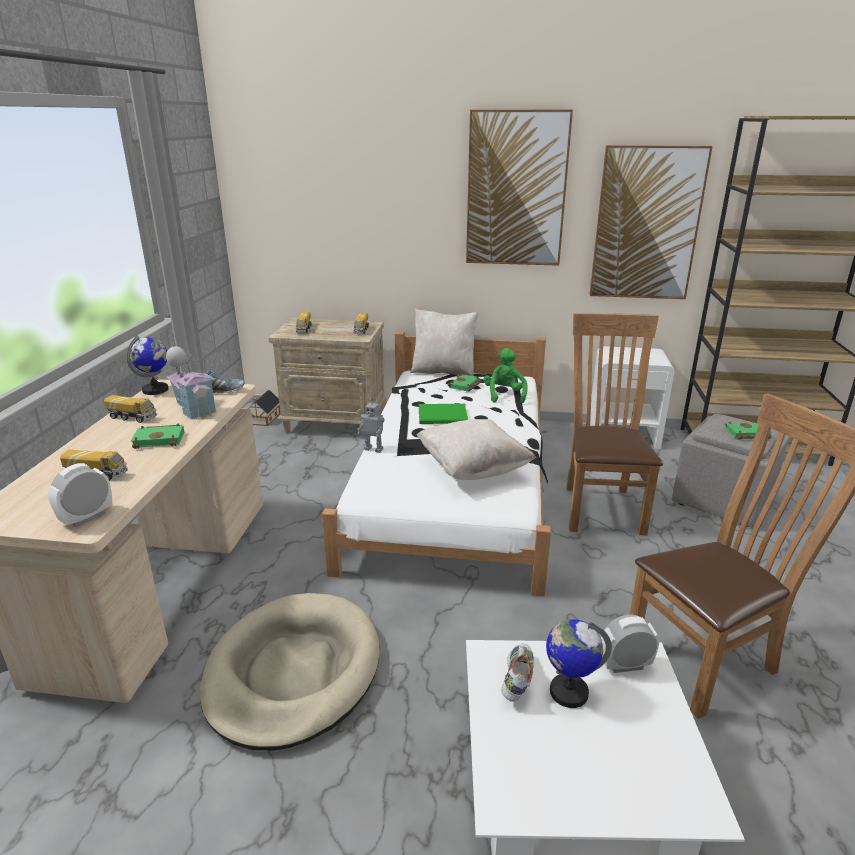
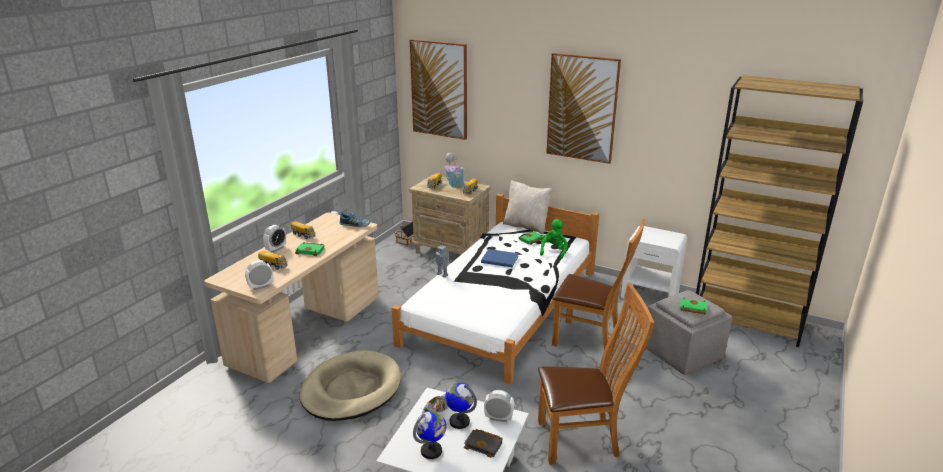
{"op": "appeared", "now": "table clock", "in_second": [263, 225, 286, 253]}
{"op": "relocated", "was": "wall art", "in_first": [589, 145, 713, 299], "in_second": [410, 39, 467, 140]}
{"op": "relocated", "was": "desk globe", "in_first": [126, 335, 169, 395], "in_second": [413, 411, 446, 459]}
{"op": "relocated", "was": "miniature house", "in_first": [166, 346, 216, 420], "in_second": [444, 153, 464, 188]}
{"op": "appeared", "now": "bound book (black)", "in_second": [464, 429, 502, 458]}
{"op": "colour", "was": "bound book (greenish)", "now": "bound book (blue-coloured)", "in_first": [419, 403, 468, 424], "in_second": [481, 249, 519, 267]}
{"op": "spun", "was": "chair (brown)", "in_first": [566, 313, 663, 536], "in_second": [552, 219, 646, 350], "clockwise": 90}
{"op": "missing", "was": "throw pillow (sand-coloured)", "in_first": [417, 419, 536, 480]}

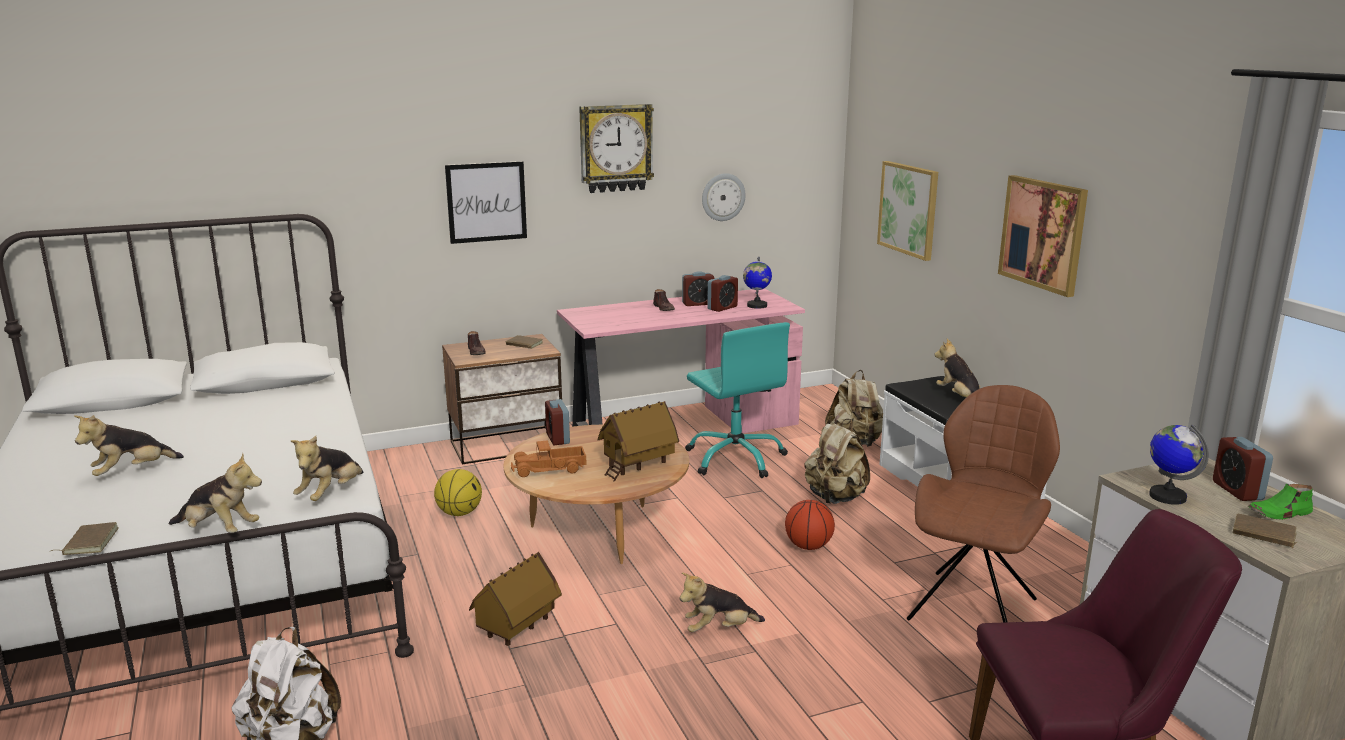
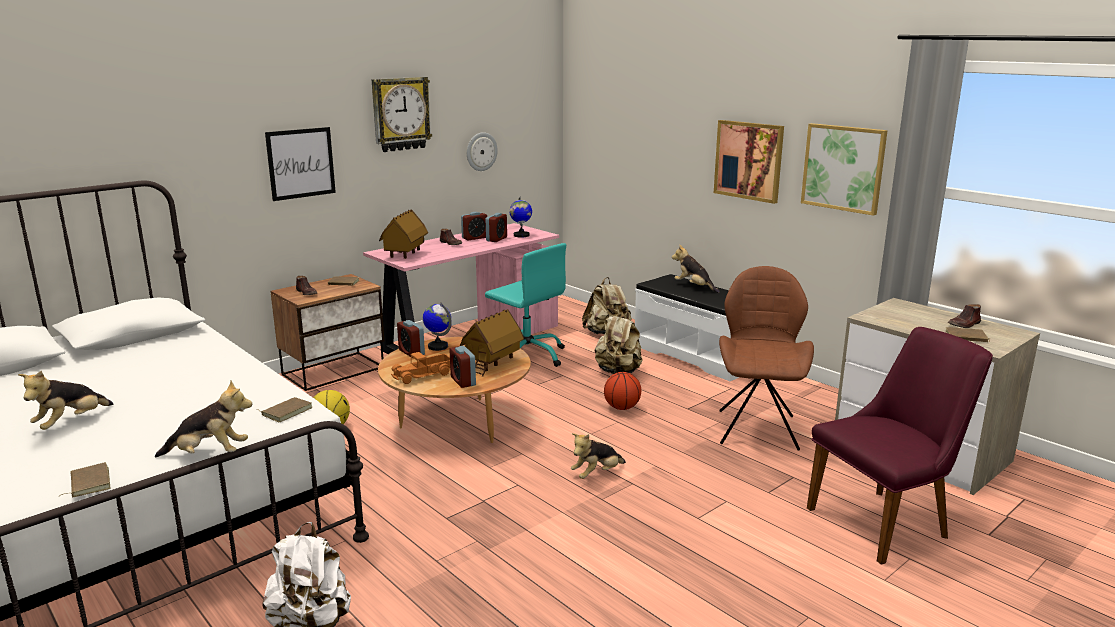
{"op": "exchanged", "was": "plush toy", "now": "bound book (brown)", "in_first": [291, 436, 363, 501], "in_second": [258, 397, 312, 422]}
{"op": "relocated", "was": "miniature house", "in_first": [469, 552, 562, 646], "in_second": [379, 209, 428, 259]}
{"op": "relocated", "was": "desk globe", "in_first": [1149, 425, 1209, 505], "in_second": [423, 303, 452, 351]}
{"op": "relocated", "was": "table clock", "in_first": [1213, 437, 1273, 501], "in_second": [449, 346, 476, 388]}
{"op": "relocated", "was": "wall art", "in_first": [877, 161, 938, 261], "in_second": [801, 123, 888, 216]}
{"op": "colour", "was": "item of footwear (greenish)", "now": "item of footwear (brown)", "in_first": [1248, 484, 1313, 520], "in_second": [948, 304, 981, 328]}

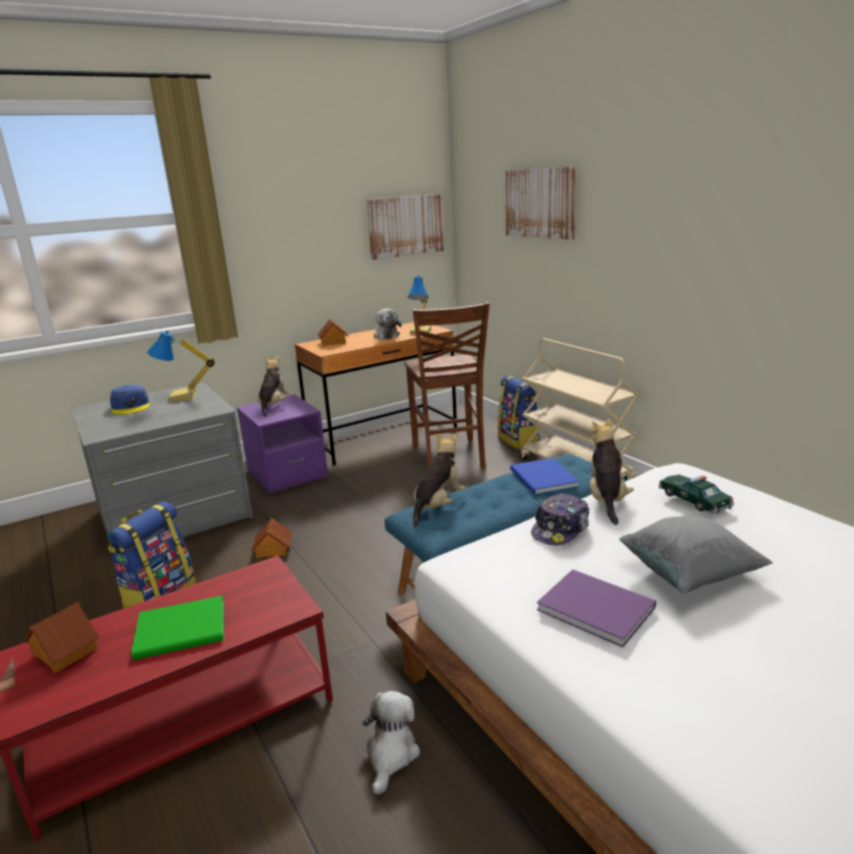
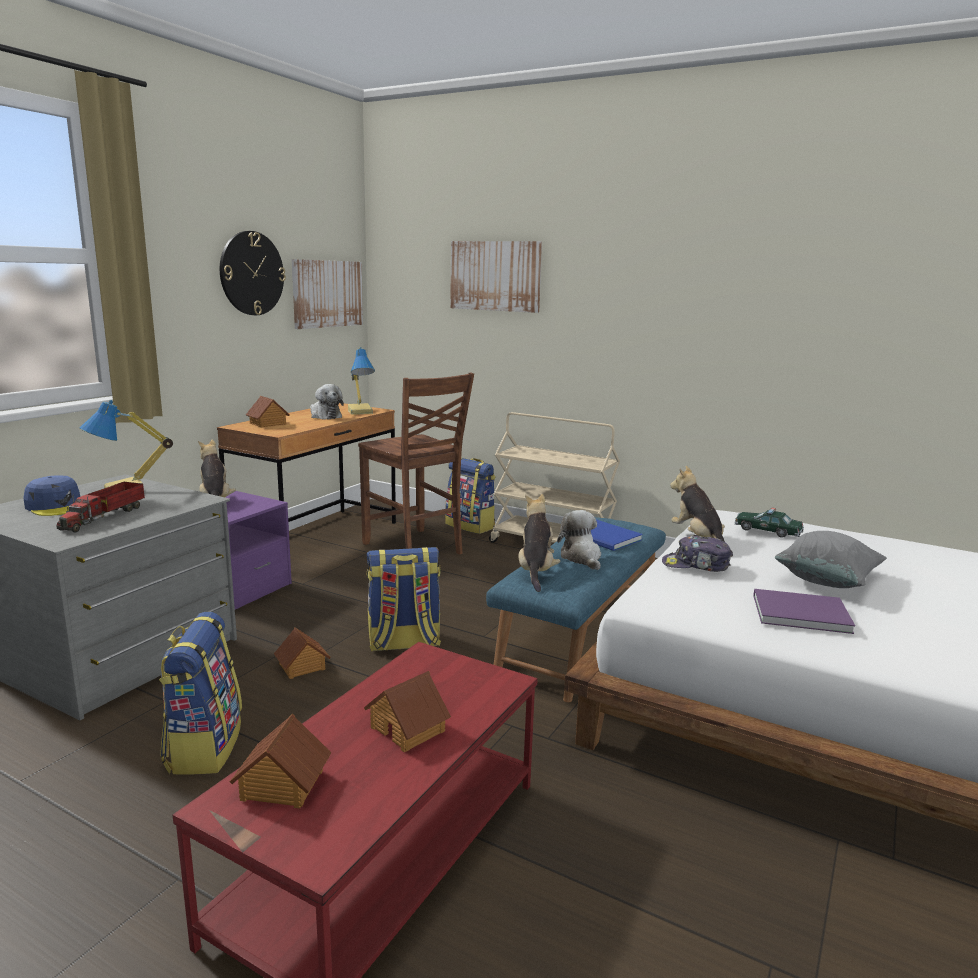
{"op": "appeared", "now": "toy lorry", "in_second": [56, 482, 145, 532]}
{"op": "appeared", "now": "wall clock", "in_second": [220, 231, 286, 315]}
{"op": "exchanged", "was": "bound book (greenish)", "now": "miniature house", "in_first": [131, 595, 224, 660], "in_second": [364, 671, 451, 752]}
{"op": "appeared", "now": "backpack", "in_second": [366, 547, 441, 652]}
{"op": "relocated", "was": "plush toy", "in_first": [362, 691, 420, 795], "in_second": [557, 510, 601, 570]}
{"op": "spun", "was": "cap", "in_first": [531, 493, 589, 546], "in_second": [662, 535, 731, 572], "clockwise": 90}

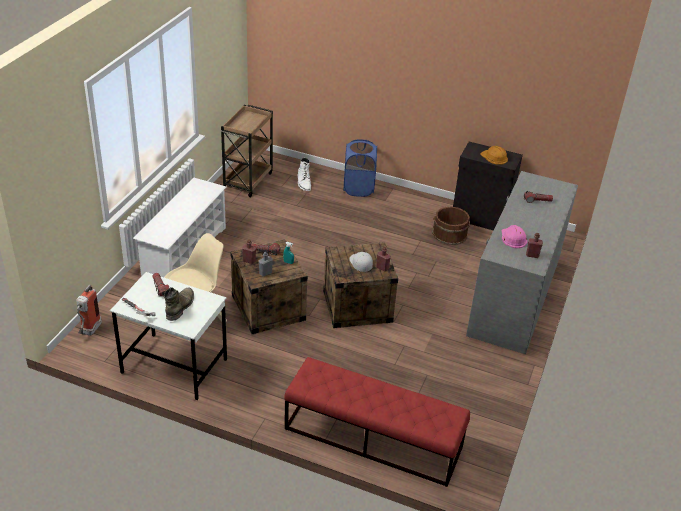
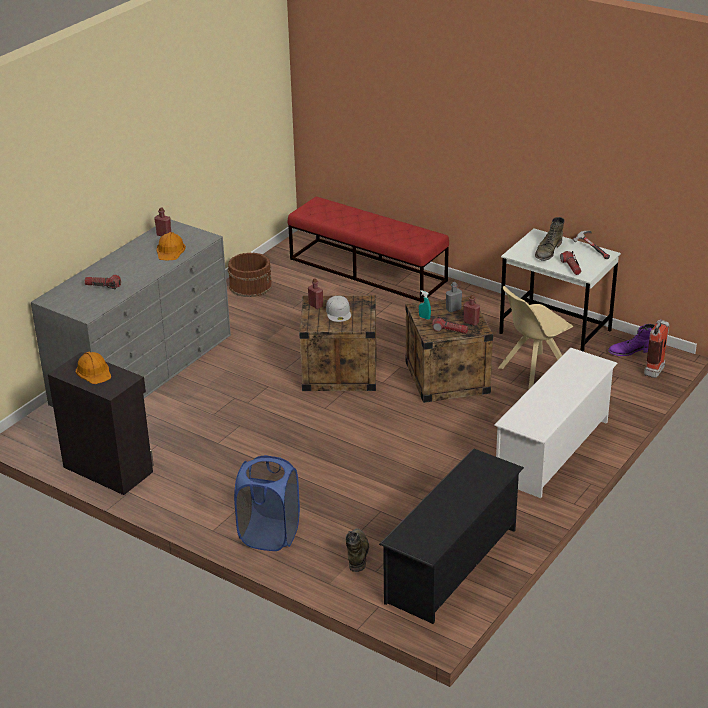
{"op": "colour", "was": "safety helmet (pink-coloured)", "now": "safety helmet (orange)", "in_first": [502, 225, 528, 248], "in_second": [157, 232, 186, 261]}
{"op": "relocated", "was": "water bucket (brown)", "in_first": [432, 207, 470, 245], "in_second": [228, 253, 272, 297]}
{"op": "colour", "was": "high-top boot (white-coloured)", "now": "high-top boot (greenish)", "in_first": [298, 158, 311, 191], "in_second": [346, 529, 369, 572]}
{"op": "exchanged", "was": "trolley (brown)", "now": "shoe rack (black)", "in_first": [221, 105, 273, 198], "in_second": [379, 448, 524, 624]}
{"op": "appeared", "now": "high-top boot (purple-coloured)", "in_second": [608, 324, 655, 356]}

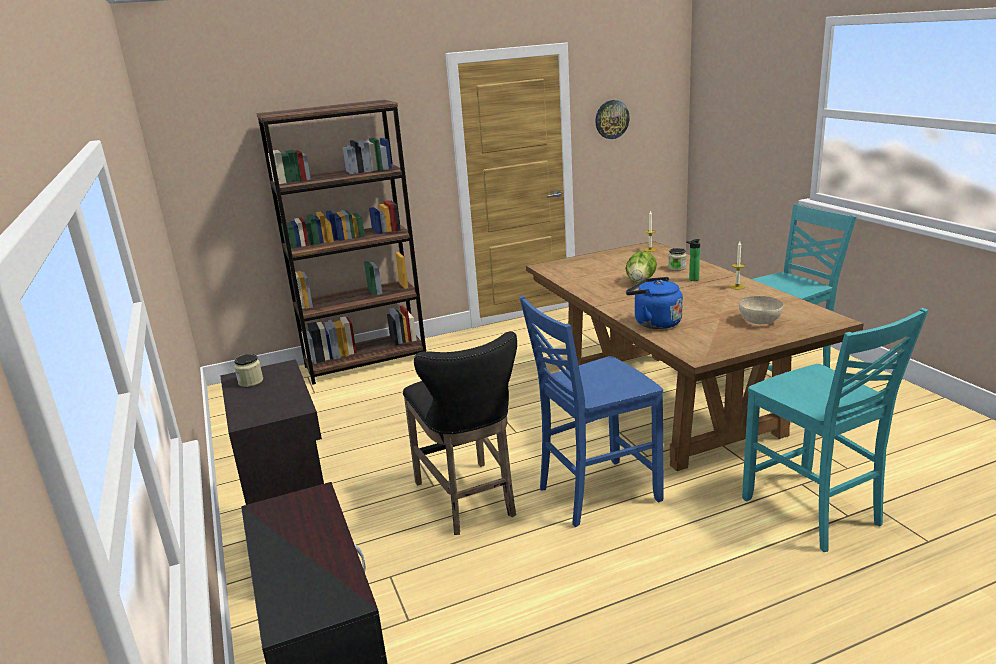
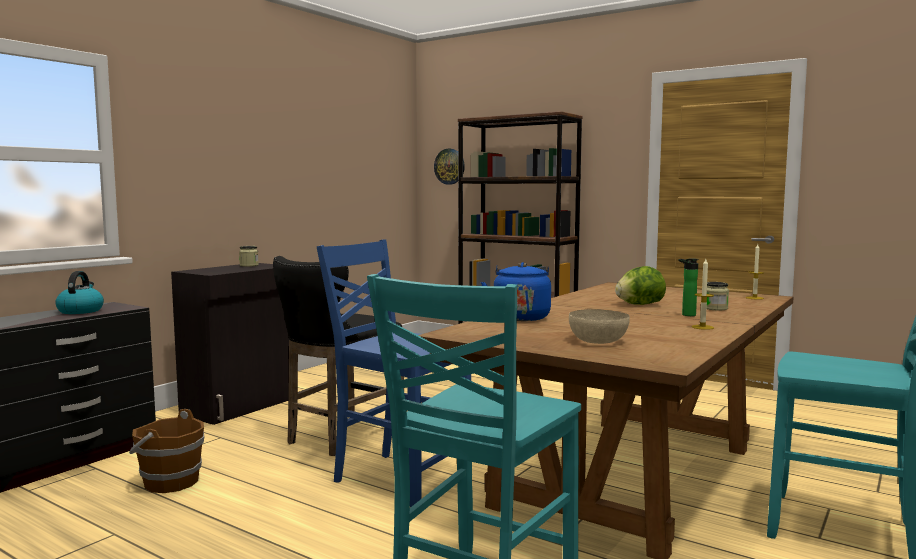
{"op": "appeared", "now": "kettle", "in_second": [55, 271, 104, 314]}
{"op": "appeared", "now": "water bucket (brown)", "in_second": [129, 409, 204, 493]}
{"op": "relocated", "was": "wall clock", "in_first": [595, 100, 630, 139], "in_second": [434, 149, 465, 185]}

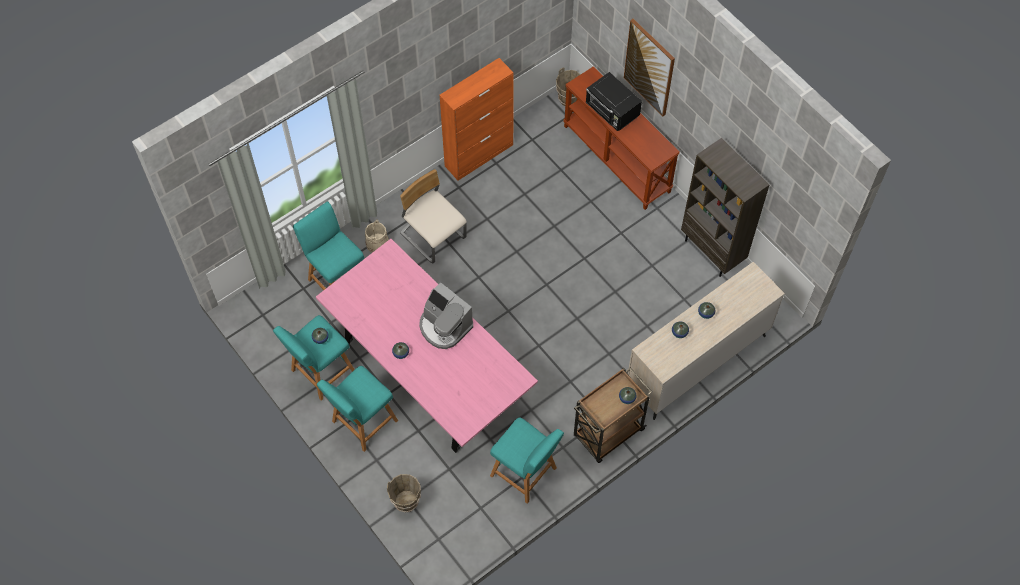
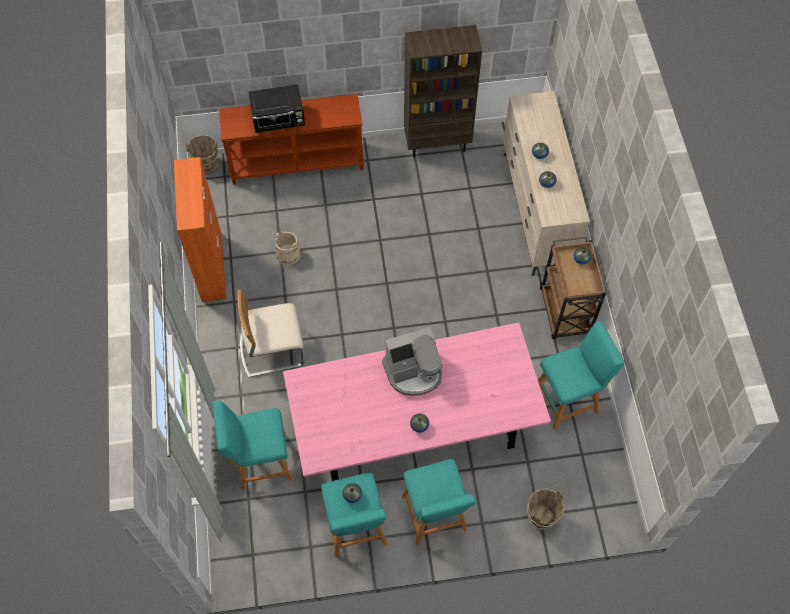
{"op": "relocated", "was": "water bucket (sand-coloured)", "in_first": [365, 219, 389, 253], "in_second": [275, 232, 301, 265]}
{"op": "missing", "was": "wall art", "in_first": [624, 19, 675, 116]}

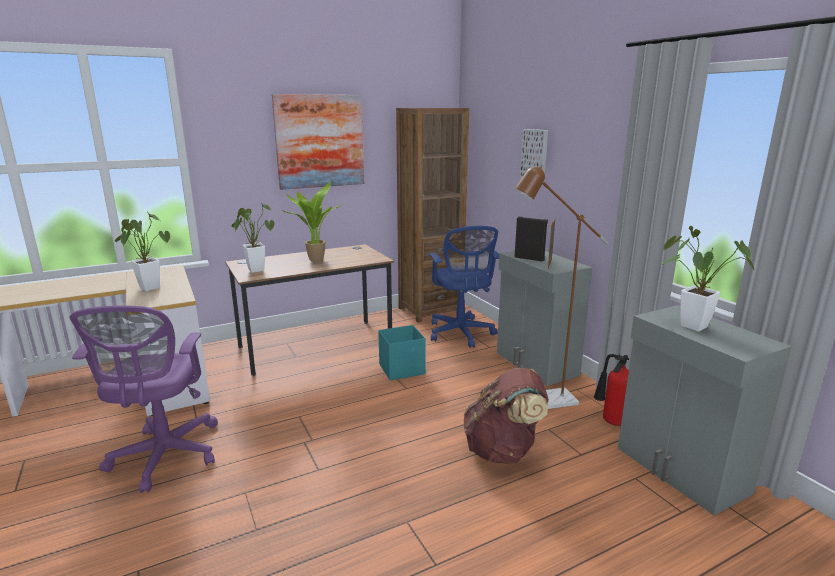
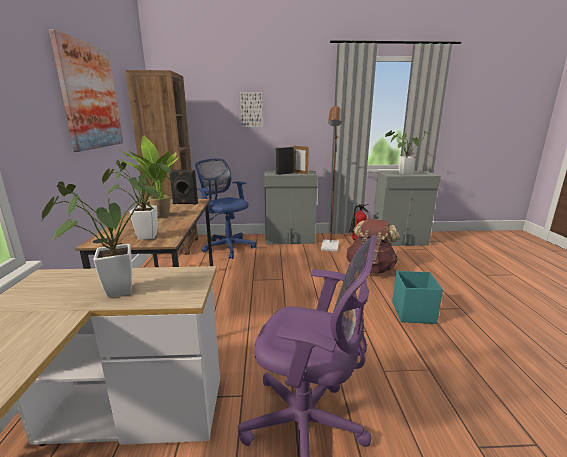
{"op": "appeared", "now": "loudspeaker (black)", "in_second": [169, 170, 198, 204]}
{"op": "spun", "was": "desk chair (blue-coloured)", "in_first": [429, 226, 500, 348], "in_second": [195, 158, 256, 259], "clockwise": -150}
{"op": "relocated", "was": "storage container (turquoise-coloured)", "in_first": [378, 325, 426, 381], "in_second": [392, 271, 443, 324]}

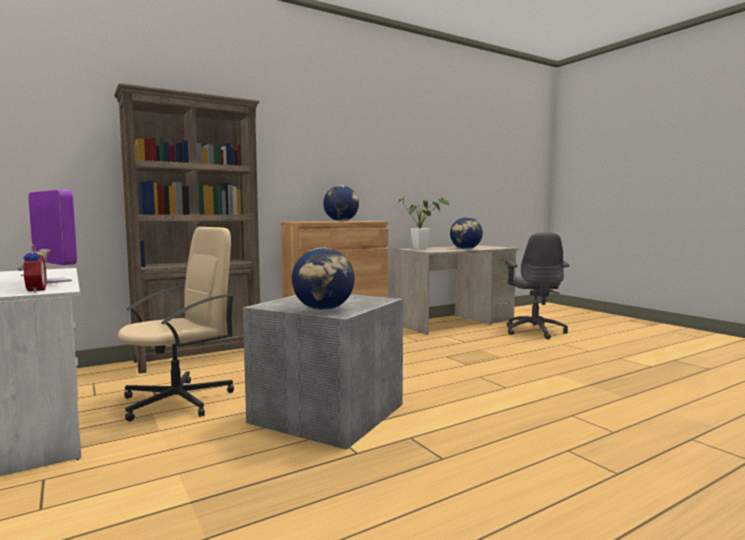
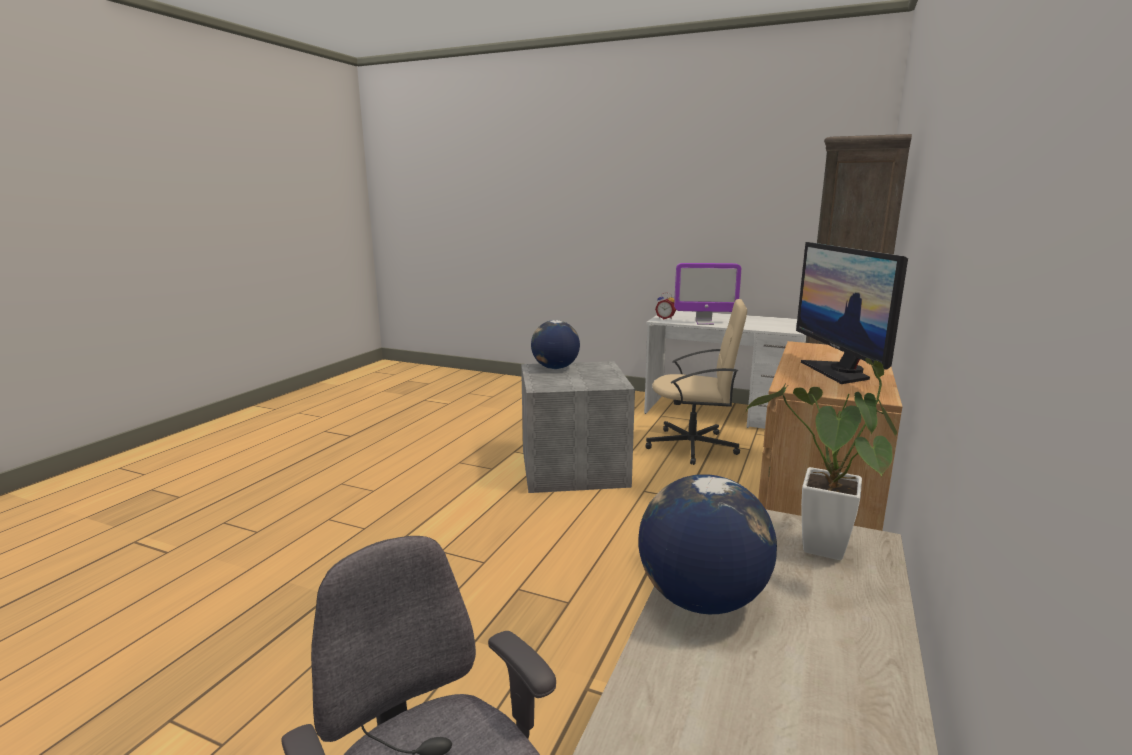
{"op": "spun", "was": "desk chair (sand-coloured)", "in_first": [118, 227, 234, 421], "in_second": [646, 299, 747, 465], "clockwise": -90}
{"op": "exchanged", "was": "desk globe", "now": "computer screen", "in_first": [323, 186, 359, 221], "in_second": [796, 242, 908, 384]}

